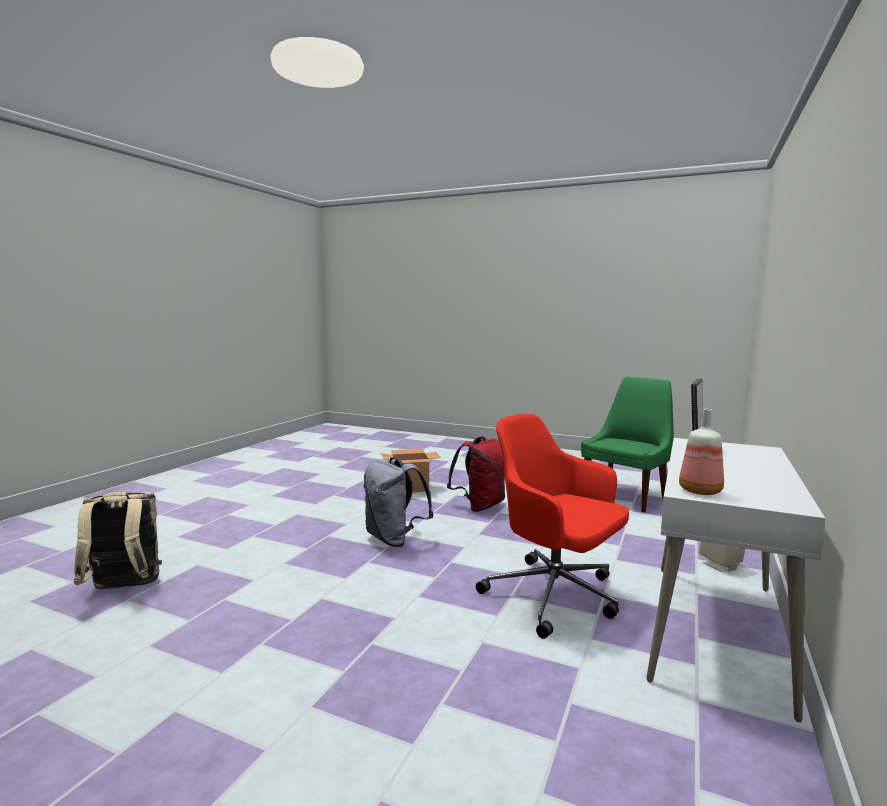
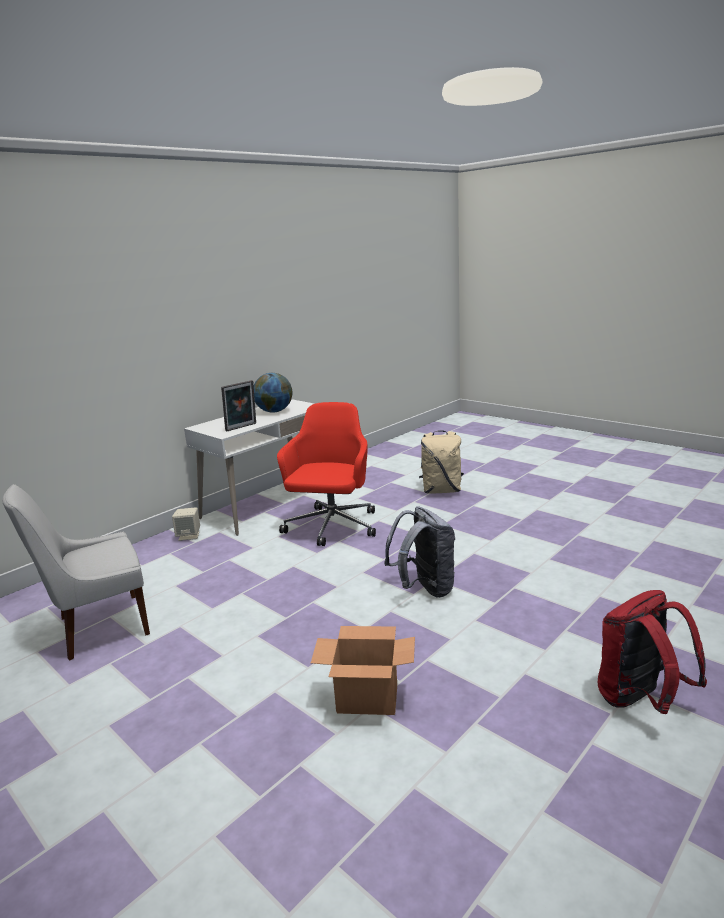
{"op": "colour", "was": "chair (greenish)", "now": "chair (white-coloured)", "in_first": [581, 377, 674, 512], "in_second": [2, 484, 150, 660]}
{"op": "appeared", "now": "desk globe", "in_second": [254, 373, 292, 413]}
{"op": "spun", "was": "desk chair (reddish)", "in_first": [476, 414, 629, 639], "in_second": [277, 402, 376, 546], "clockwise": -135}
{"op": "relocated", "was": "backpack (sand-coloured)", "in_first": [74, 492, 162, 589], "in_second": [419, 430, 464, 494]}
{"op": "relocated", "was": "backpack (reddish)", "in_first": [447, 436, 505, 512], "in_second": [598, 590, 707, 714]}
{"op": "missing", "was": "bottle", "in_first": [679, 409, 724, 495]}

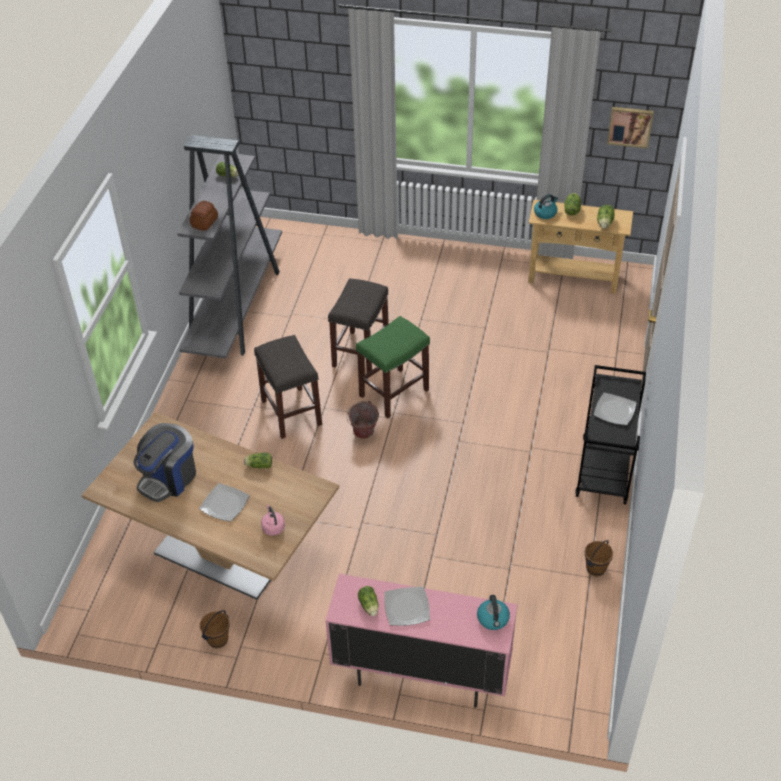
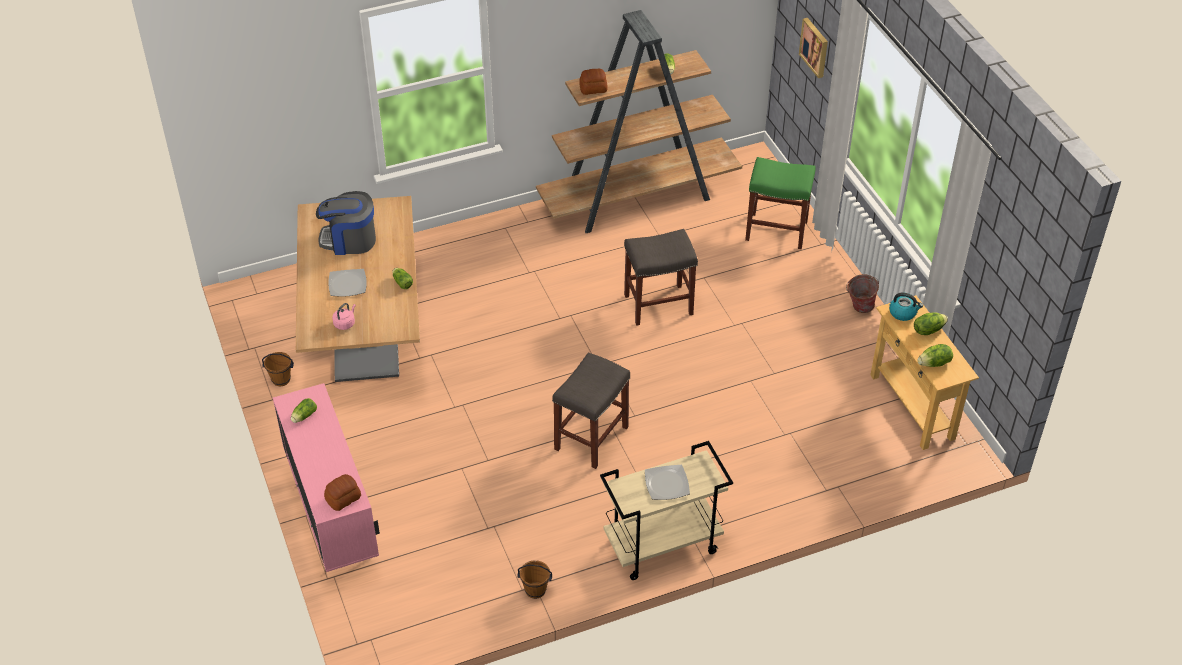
{"op": "exchanged", "was": "kettle", "now": "baked bread", "in_first": [477, 595, 510, 630], "in_second": [324, 474, 361, 511]}
{"op": "colour", "was": "shelving unit (gray)", "now": "shelving unit (brown)", "in_first": [177, 135, 282, 358], "in_second": [536, 10, 742, 233]}
{"op": "relocated", "was": "stool seat (gray)", "in_first": [254, 335, 322, 439], "in_second": [552, 352, 630, 469]}
{"op": "colour", "was": "trolley (black)", "now": "trolley (sand-coloured)", "in_first": [575, 365, 646, 504], "in_second": [600, 441, 733, 580]}
{"op": "relocated", "was": "stool seat (greenish)", "in_first": [356, 316, 430, 418], "in_second": [745, 157, 816, 249]}
{"op": "relocated", "was": "wall art", "in_first": [607, 107, 654, 148], "in_second": [799, 18, 828, 78]}
{"op": "relocated", "was": "water bucket", "in_first": [347, 401, 379, 439], "in_second": [846, 274, 879, 313]}
{"op": "missing", "was": "dinner plate", "in_first": [384, 587, 430, 626]}

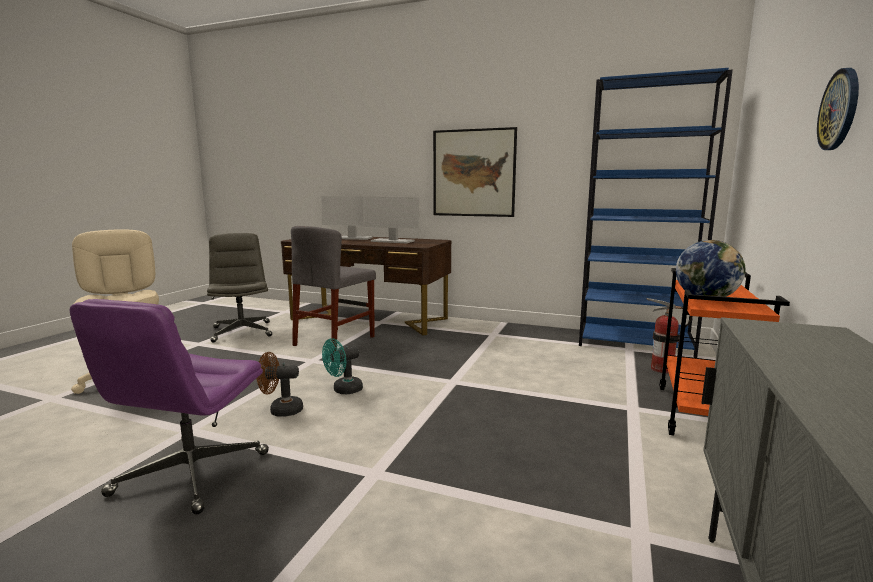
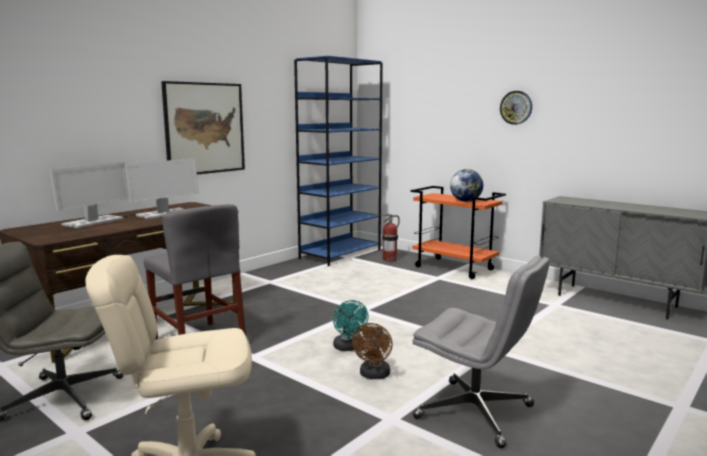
{"op": "colour", "was": "desk chair (purple-coloured)", "now": "desk chair (gray)", "in_first": [70, 299, 269, 514], "in_second": [412, 256, 550, 448]}

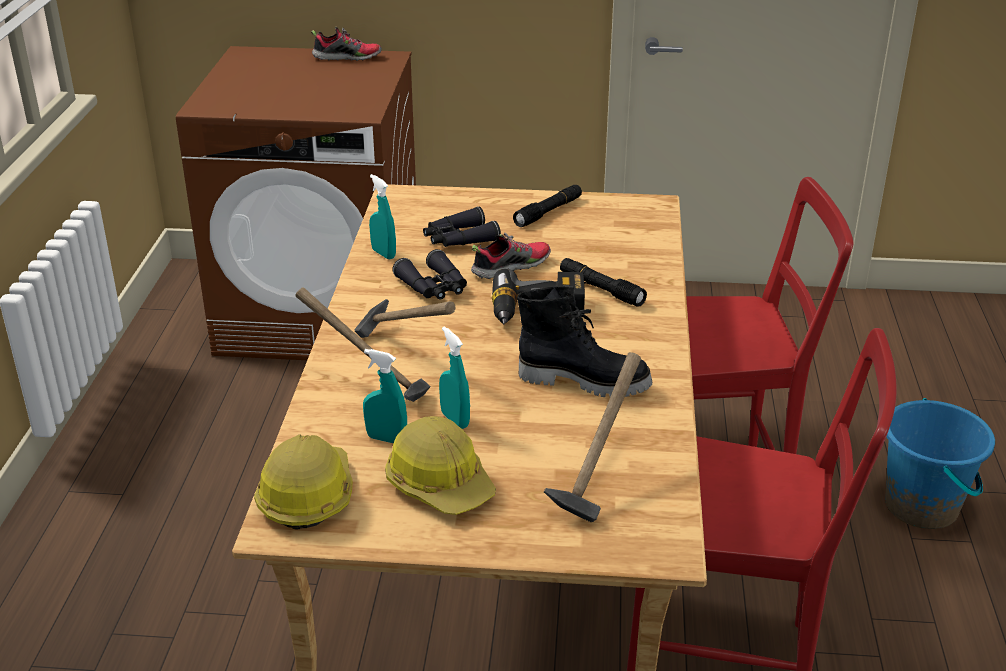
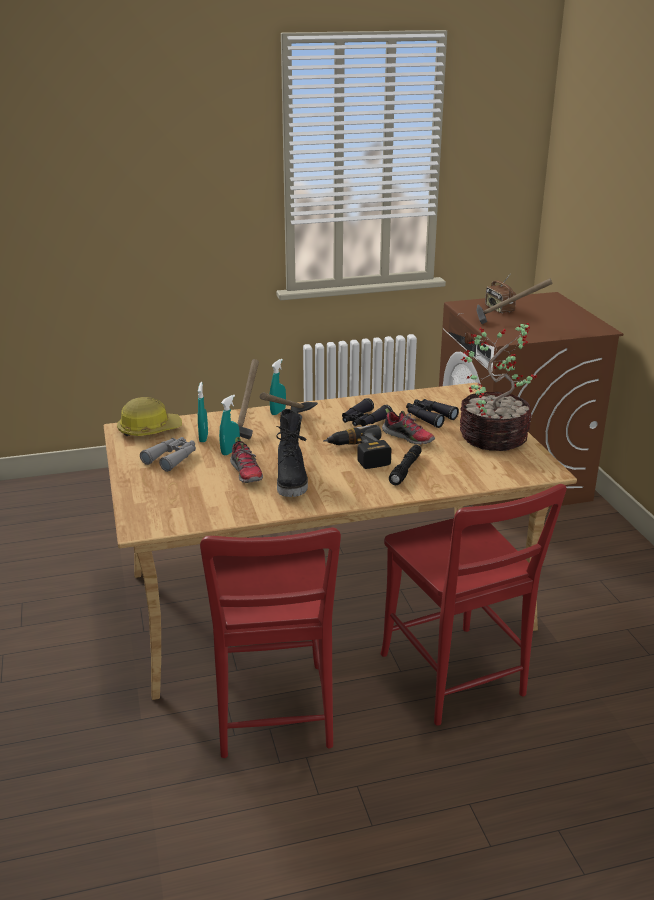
{"op": "exchanged", "was": "safety helmet", "now": "field glasses (gray)", "in_first": [385, 416, 496, 515], "in_second": [140, 437, 196, 472]}
{"op": "relocated", "was": "item of footwear", "in_first": [311, 27, 382, 61], "in_second": [230, 437, 263, 483]}
{"op": "relocated", "was": "hand sprayer (turquoise-coloured)", "in_first": [369, 174, 396, 259], "in_second": [270, 359, 286, 415]}
{"op": "exchanged", "was": "flashlight (black)", "now": "potted plant", "in_first": [513, 185, 582, 227], "in_second": [460, 323, 537, 451]}
{"op": "relocated", "was": "hammer", "in_first": [544, 352, 641, 522], "in_second": [476, 278, 553, 324]}
{"op": "appeared", "now": "radio receiver", "in_second": [485, 273, 516, 313]}
{"op": "missing", "was": "water bucket (blue-coloured)", "in_first": [885, 398, 995, 529]}

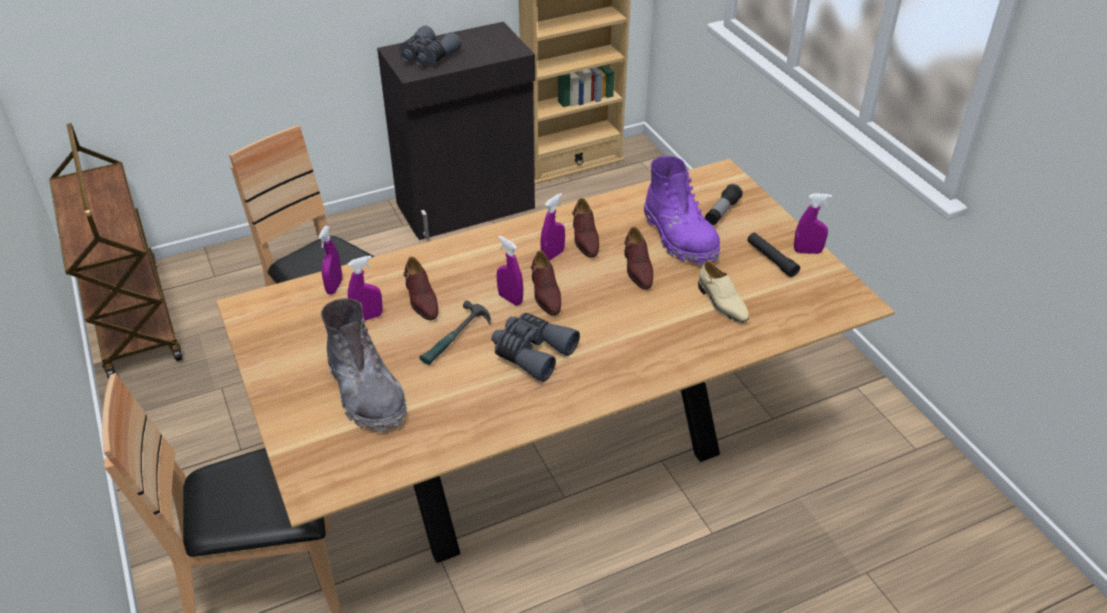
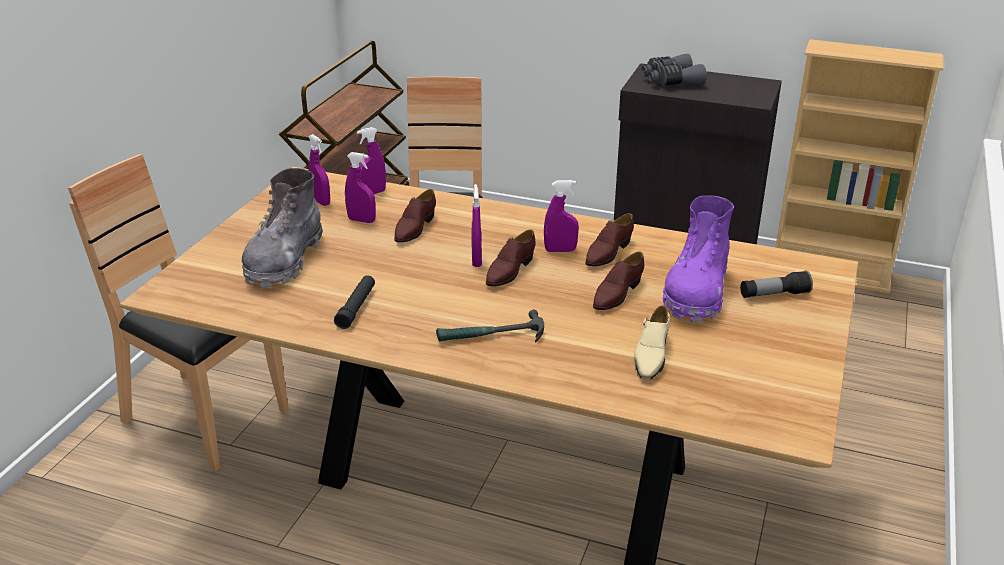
{"op": "relocated", "was": "hand sprayer (purple-coloured)", "in_first": [794, 193, 832, 254], "in_second": [308, 134, 330, 206]}
{"op": "relocated", "was": "flashlight (black)", "in_first": [748, 233, 800, 277], "in_second": [334, 275, 375, 329]}
{"op": "relocated", "was": "hammer", "in_first": [419, 300, 491, 365], "in_second": [436, 310, 544, 343]}
{"op": "missing", "was": "field glasses (gray)", "in_first": [491, 313, 580, 382]}

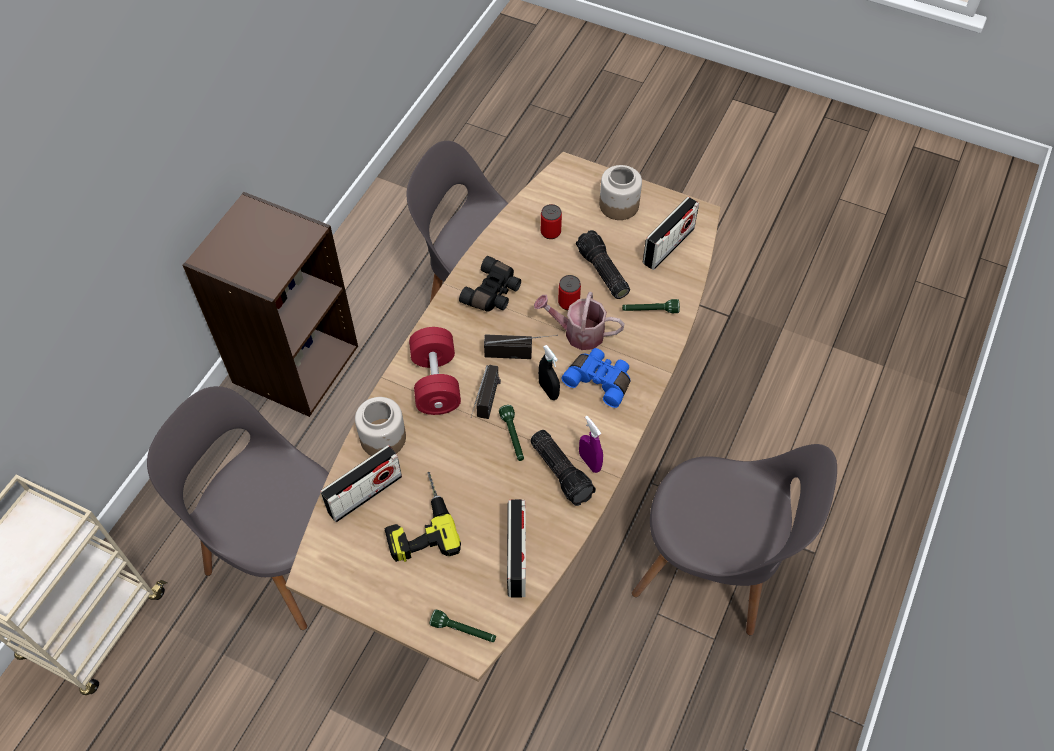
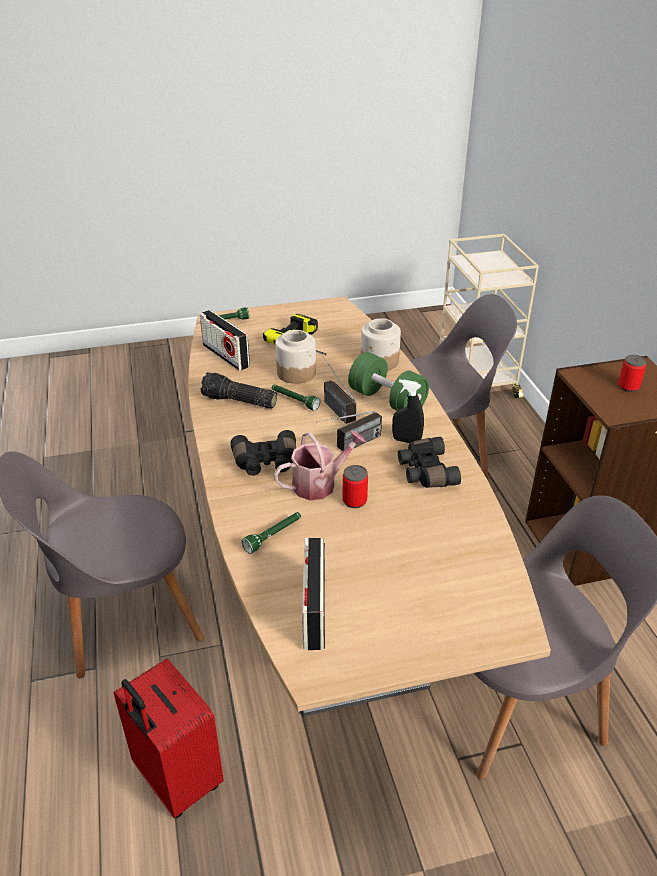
{"op": "appeared", "now": "piece of luggage (reddish)", "in_second": [114, 659, 224, 818]}
{"op": "colour", "was": "field glasses (blue-coloured)", "now": "field glasses (black)", "in_first": [561, 348, 630, 408], "in_second": [231, 430, 296, 476]}
{"op": "relocated", "was": "jar", "in_first": [599, 165, 642, 220], "in_second": [276, 330, 316, 384]}
{"op": "colour", "was": "hand weight (reddish)", "now": "hand weight (greenish)", "in_first": [409, 327, 461, 415], "in_second": [348, 352, 429, 411]}
{"op": "relocated", "was": "hand sprayer (black)", "in_first": [538, 345, 560, 400], "in_second": [392, 379, 424, 443]}
{"op": "relocated", "was": "metal can", "in_first": [541, 204, 562, 239], "in_second": [618, 355, 647, 392]}
{"op": "missing", "was": "radio receiver", "in_first": [320, 445, 402, 522]}
{"op": "missing", "was": "flashlight", "in_first": [576, 230, 630, 299]}
{"op": "missing", "was": "hand sprayer (purple-coloured)", "in_first": [579, 416, 603, 473]}

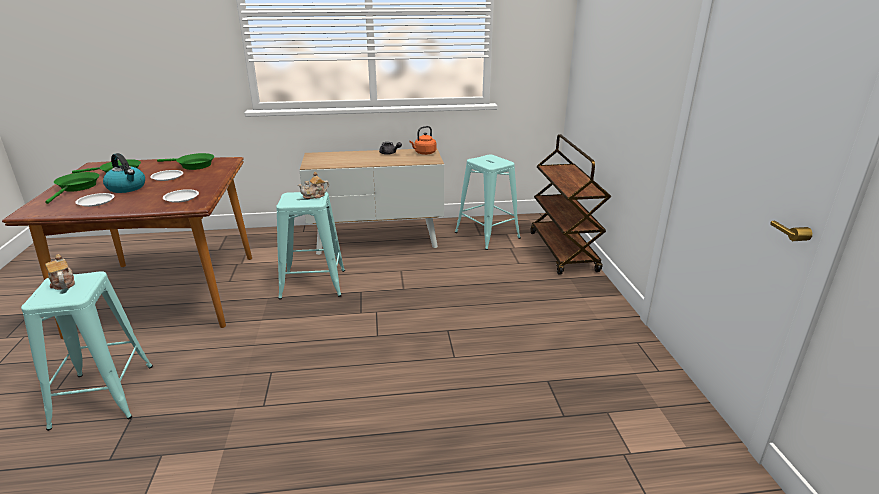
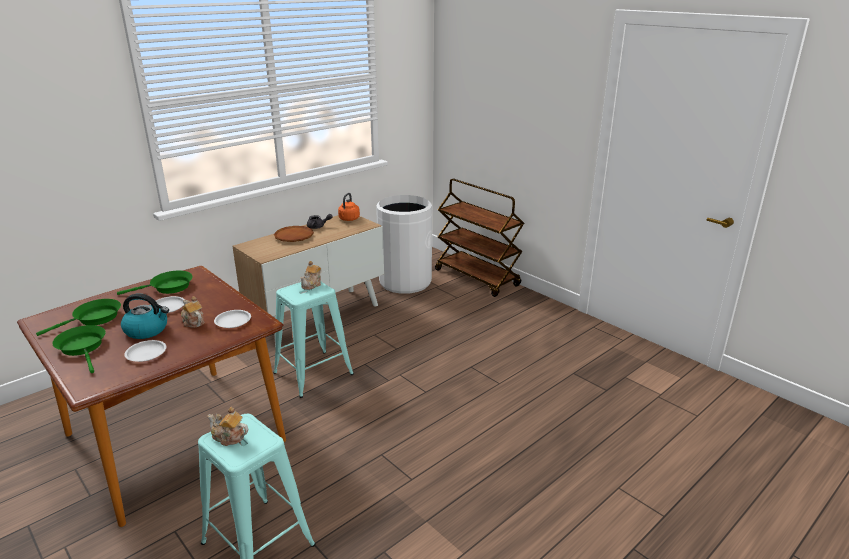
{"op": "appeared", "now": "pot for tea", "in_second": [181, 296, 204, 327]}
{"op": "appeared", "now": "dinner plate (brown)", "in_second": [274, 226, 314, 242]}
{"op": "exchanged", "was": "stool seat (turquoise-coloured)", "now": "waste bin (white-coloured)", "in_first": [455, 155, 521, 250], "in_second": [376, 195, 432, 294]}

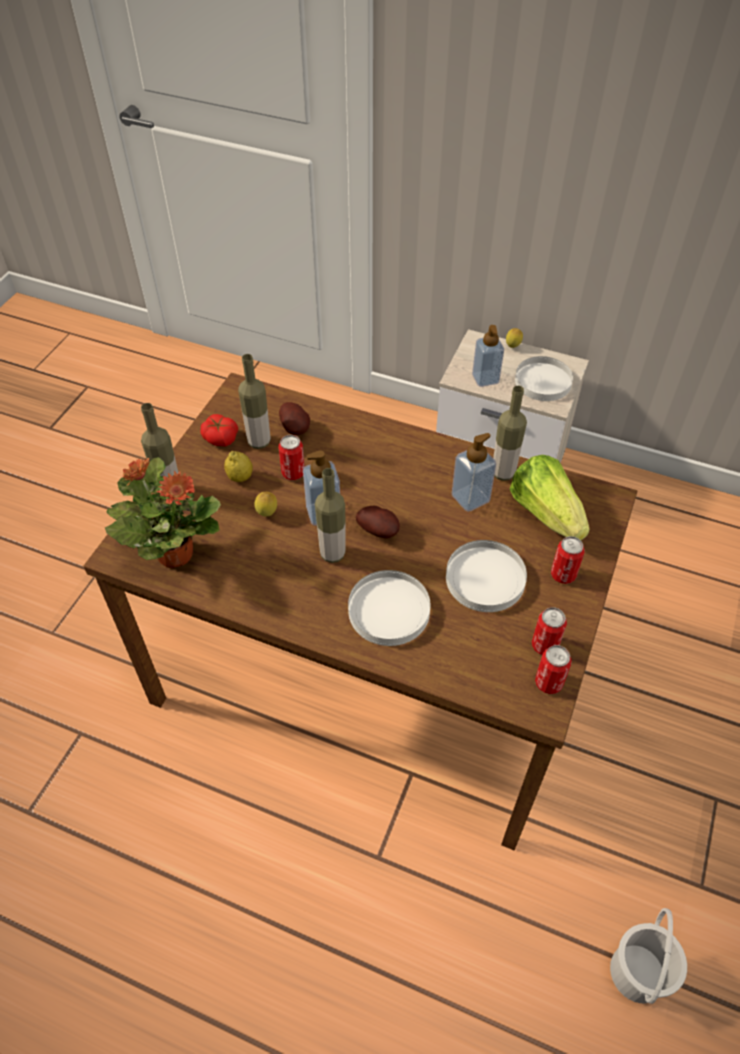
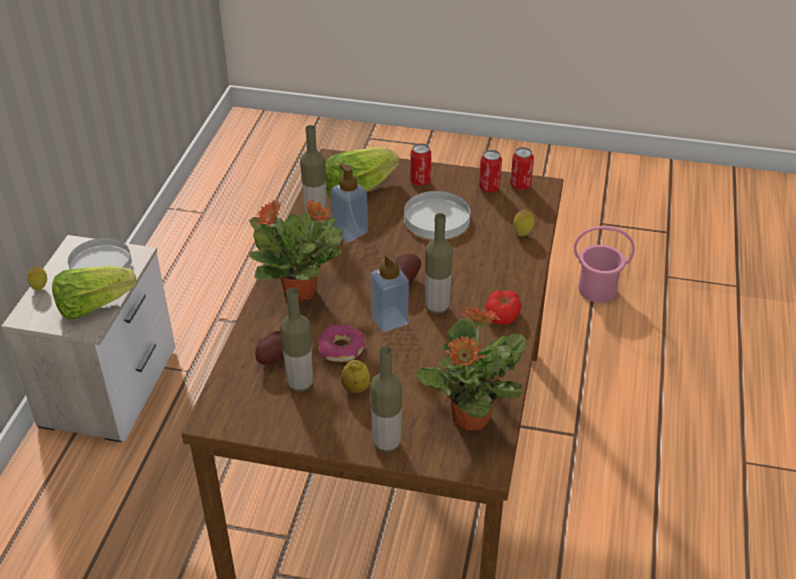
{"op": "exchanged", "was": "soap dispenser", "now": "head of lettuce", "in_first": [472, 325, 504, 387], "in_second": [52, 266, 137, 320]}
{"op": "appeared", "now": "potted plant", "in_second": [248, 200, 344, 301]}
{"op": "exchanged", "was": "metal can", "now": "ring doughnut", "in_first": [279, 435, 305, 480], "in_second": [318, 324, 365, 362]}
{"op": "relocated", "was": "fresh tomato", "in_first": [201, 414, 238, 447], "in_second": [485, 290, 522, 325]}
{"op": "relocated", "was": "lemon", "in_first": [254, 492, 277, 517], "in_second": [513, 209, 534, 236]}
{"op": "colour", "was": "water bucket (white-coloured)", "now": "water bucket (pink-coloured)", "in_first": [610, 908, 687, 1004], "in_second": [574, 226, 635, 303]}
{"op": "missing", "was": "dinner plate (white-coloured)", "in_first": [348, 570, 431, 646]}

